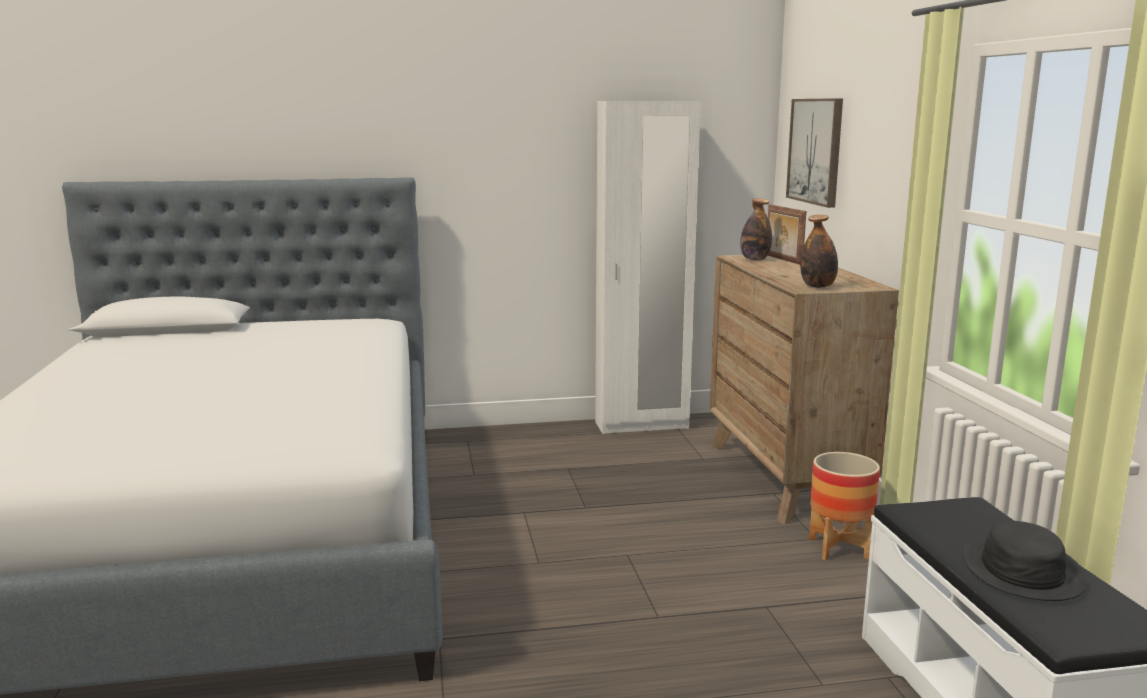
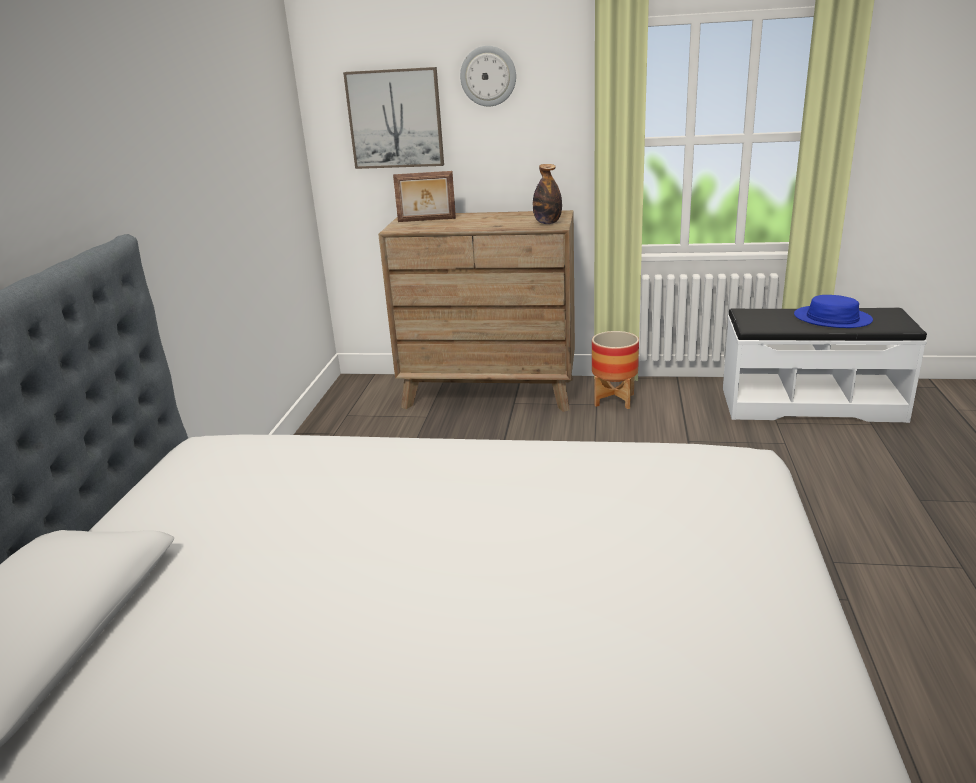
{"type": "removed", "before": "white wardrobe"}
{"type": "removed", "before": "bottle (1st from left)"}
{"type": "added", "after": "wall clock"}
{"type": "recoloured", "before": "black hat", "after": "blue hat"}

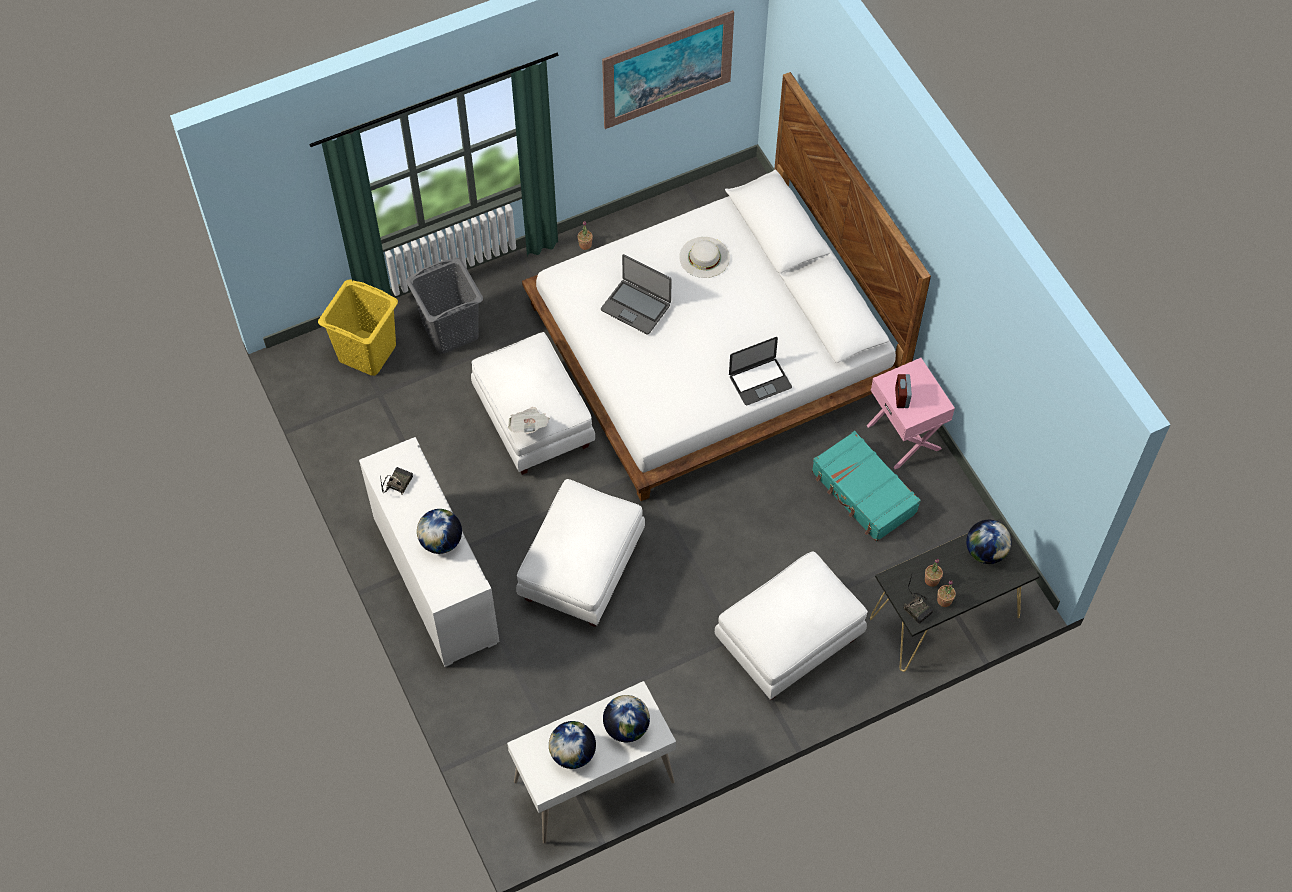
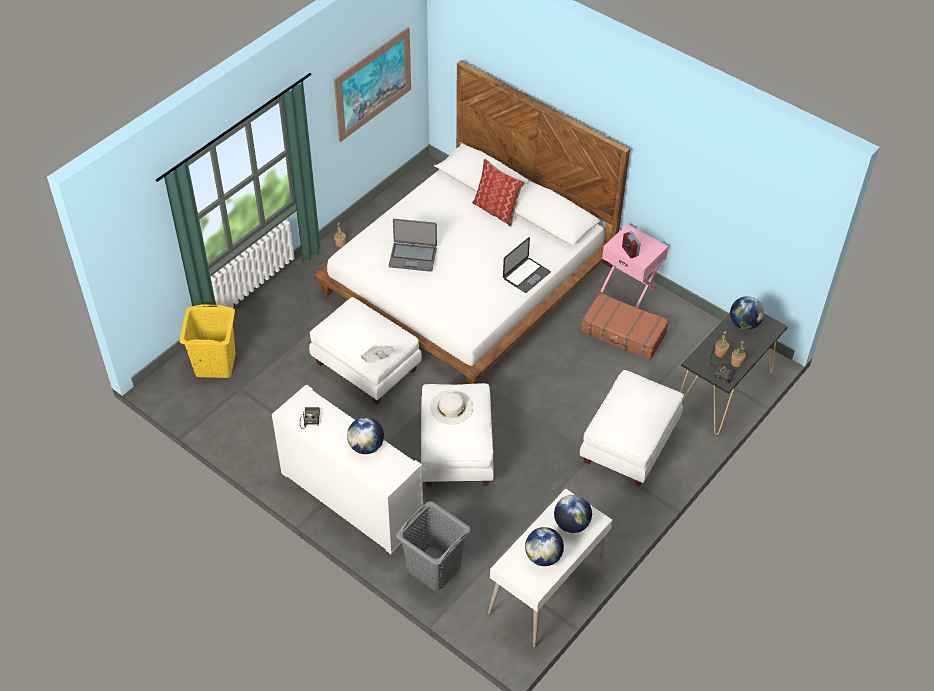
{"type": "added", "after": "pillow"}
{"type": "moved", "before": "grey laundry basket"}
{"type": "moved", "before": "white hat"}
{"type": "recoloured", "before": "turquoise suitcase", "after": "brown suitcase"}

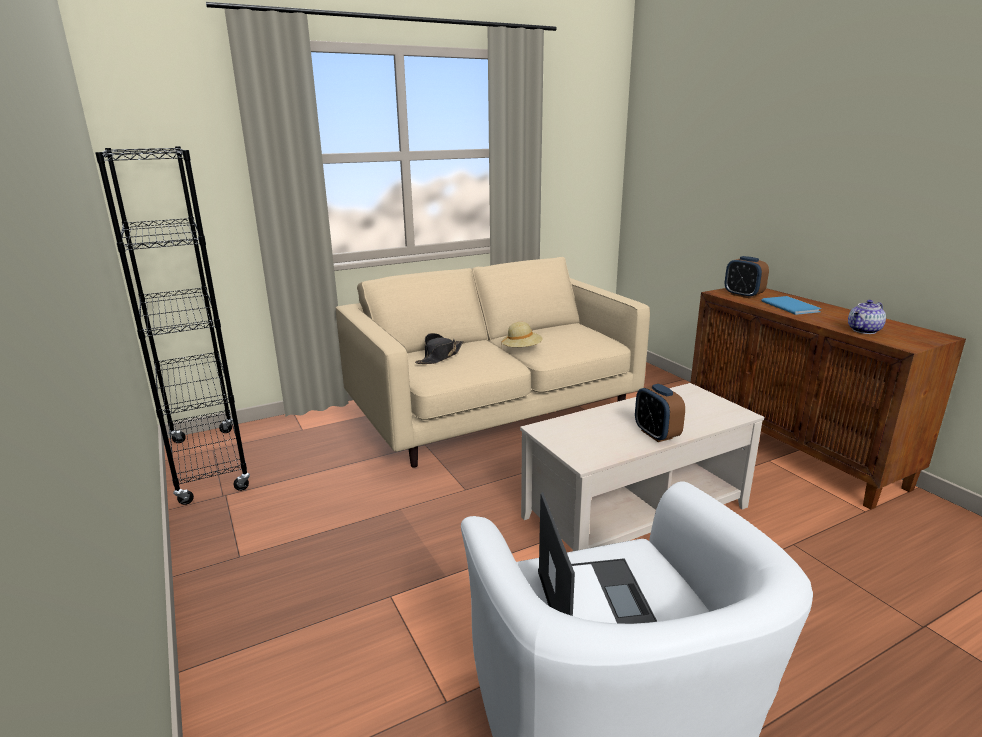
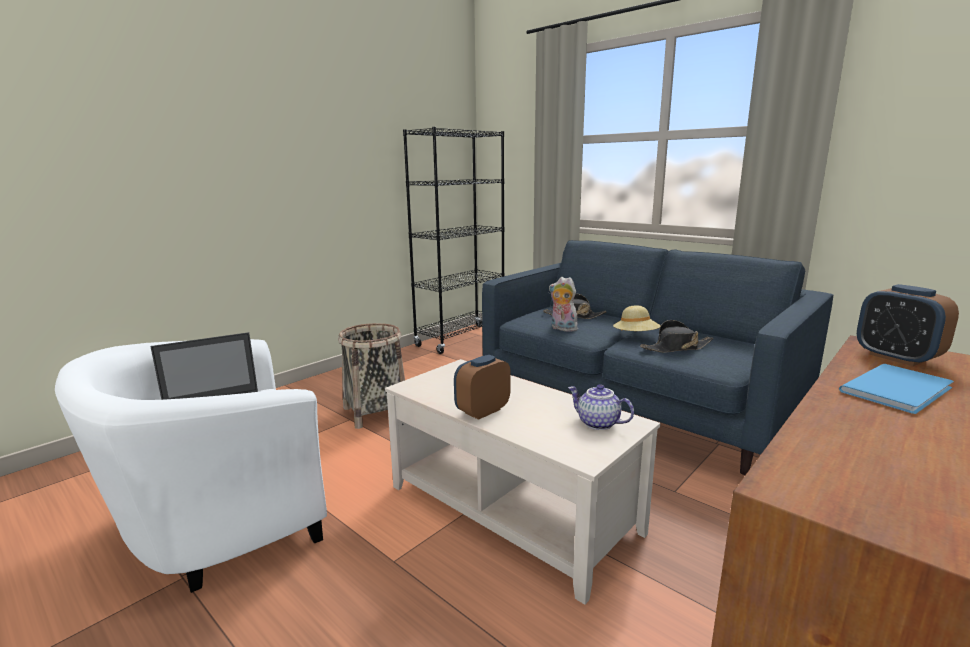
{"type": "added", "after": "basket"}
{"type": "added", "after": "plush toy"}
{"type": "added", "after": "black hat (2nd from left)"}
{"type": "moved", "before": "teapot"}
{"type": "recoloured", "before": "beige sofa", "after": "blue sofa"}
{"type": "turned", "before": "alarm clock (2nd from left)", "turn": -60}

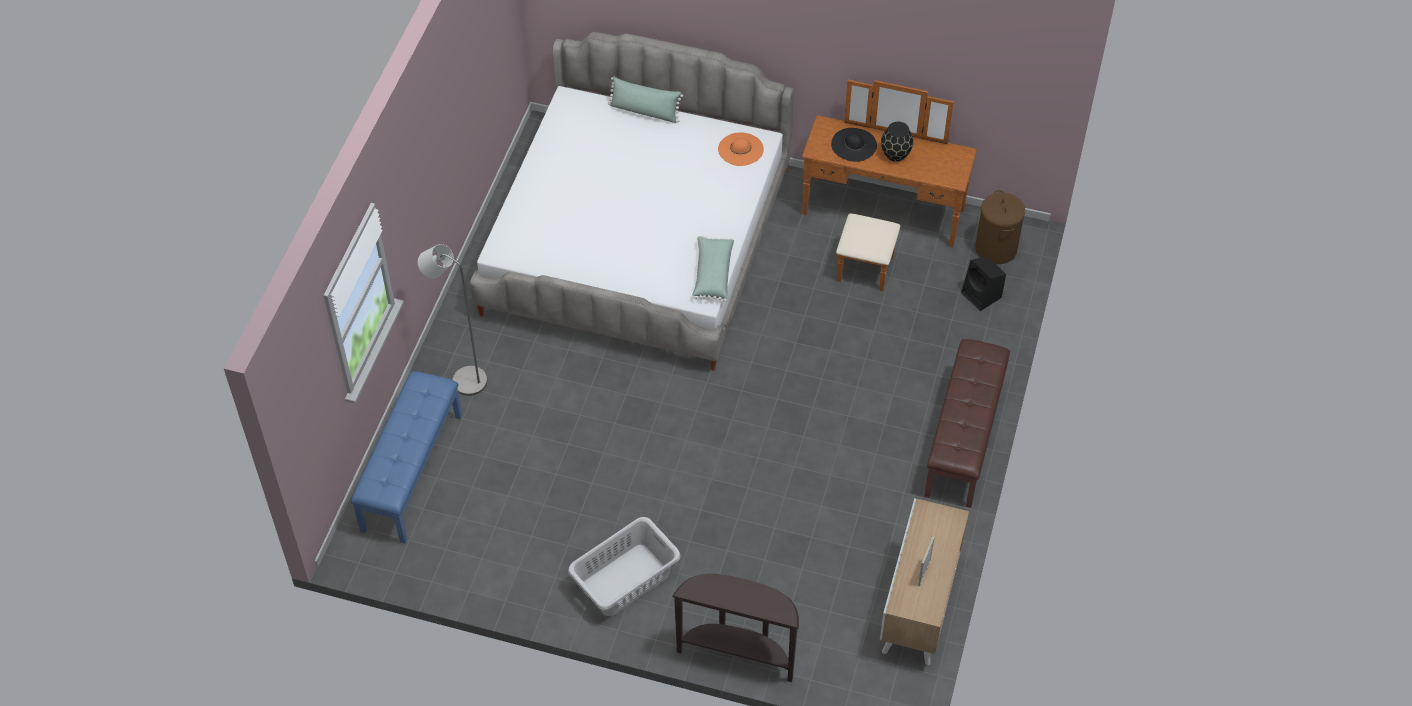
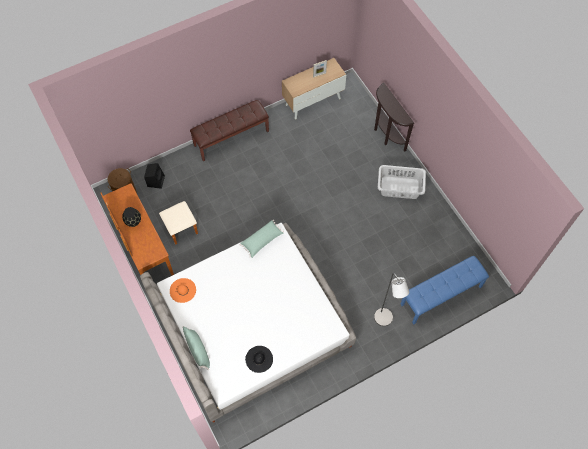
{"type": "moved", "before": "black hat"}

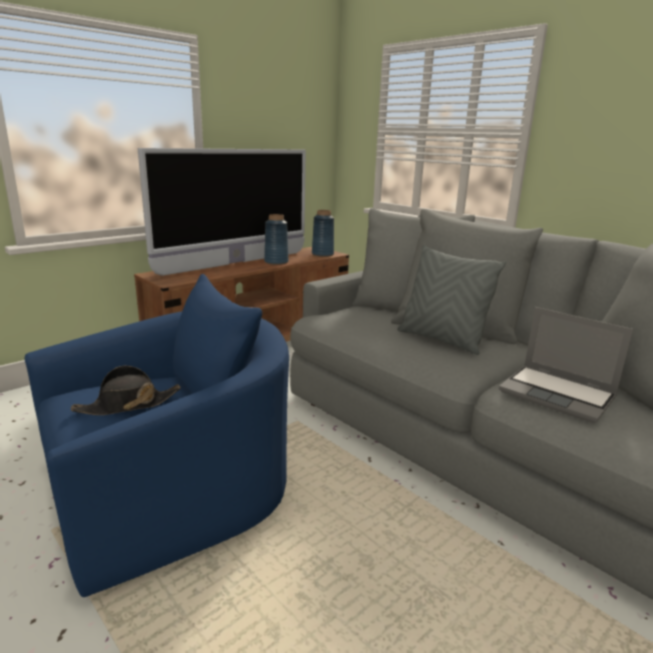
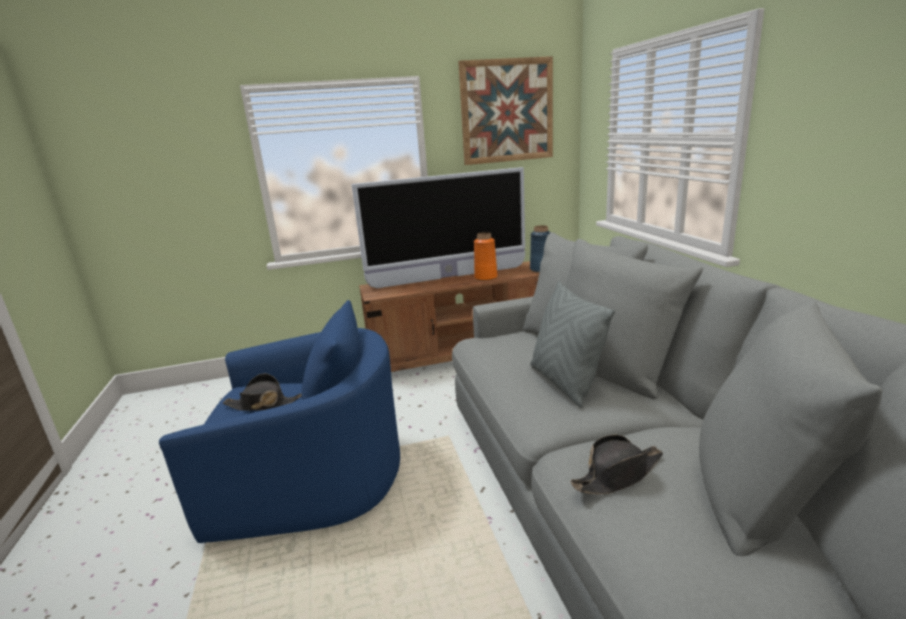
{"type": "added", "after": "picture"}
{"type": "replaced", "before": "laptop", "after": "black hat (2nd from left)"}
{"type": "recoloured", "before": "blue vase (1st from left)", "after": "orange vase"}

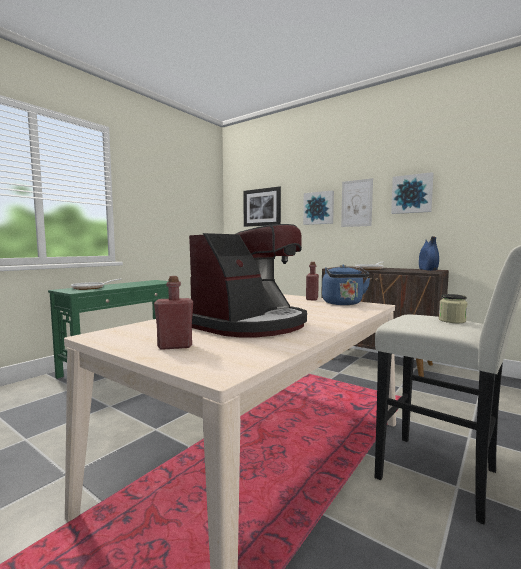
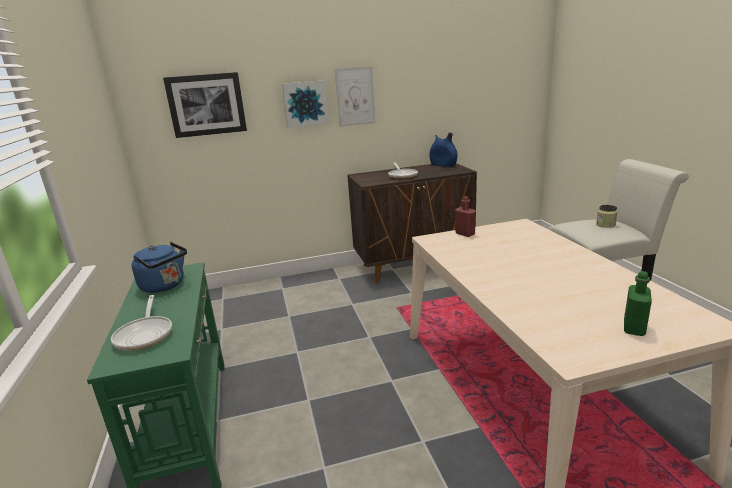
{"type": "removed", "before": "coffee machine"}
{"type": "removed", "before": "picture (4th from left)"}
{"type": "moved", "before": "blue kettle"}
{"type": "recoloured", "before": "red bottle (1st from left)", "after": "green bottle"}

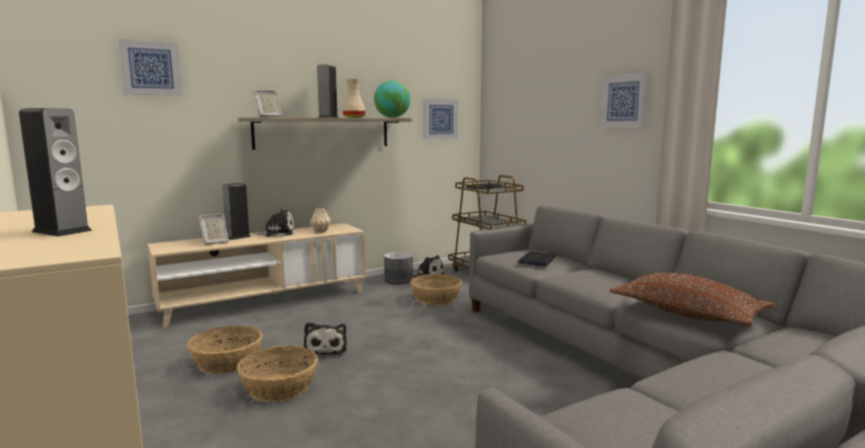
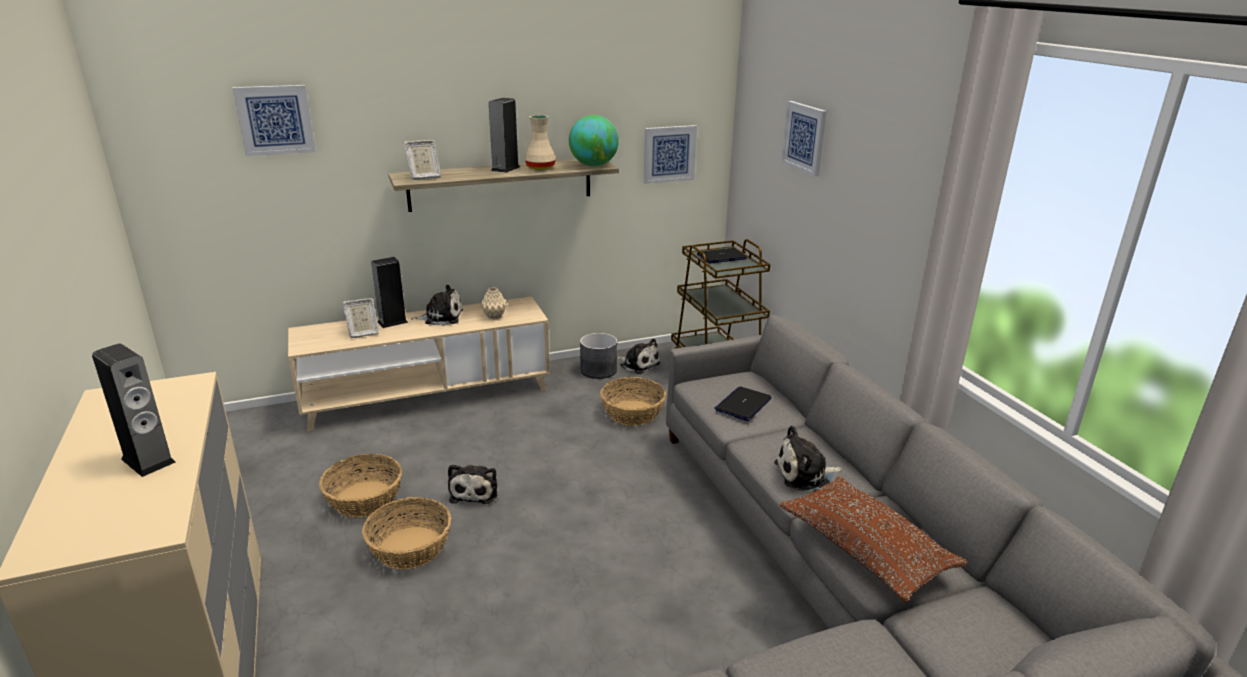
{"type": "added", "after": "plush toy (4th from left)"}
{"type": "moved", "before": "picture (3rd from left)"}

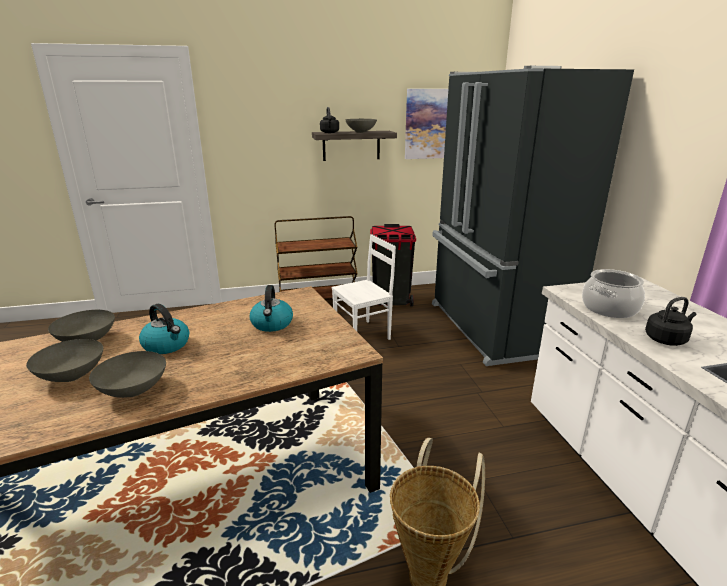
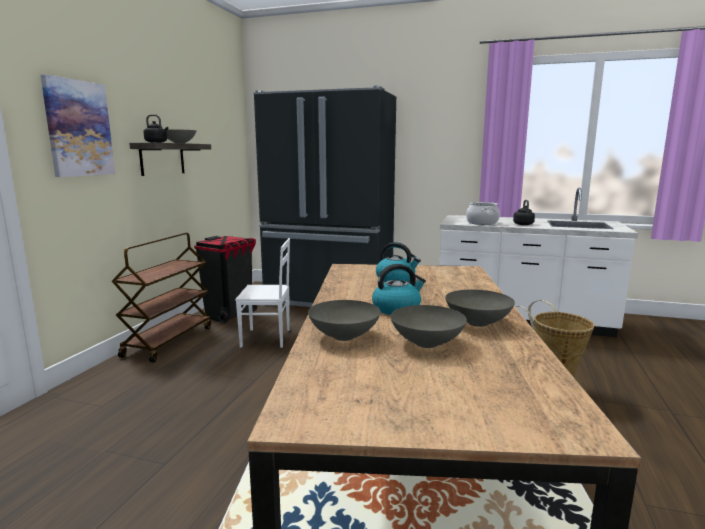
{"type": "moved", "before": "picture"}
{"type": "turned", "before": "white chair", "turn": 90}

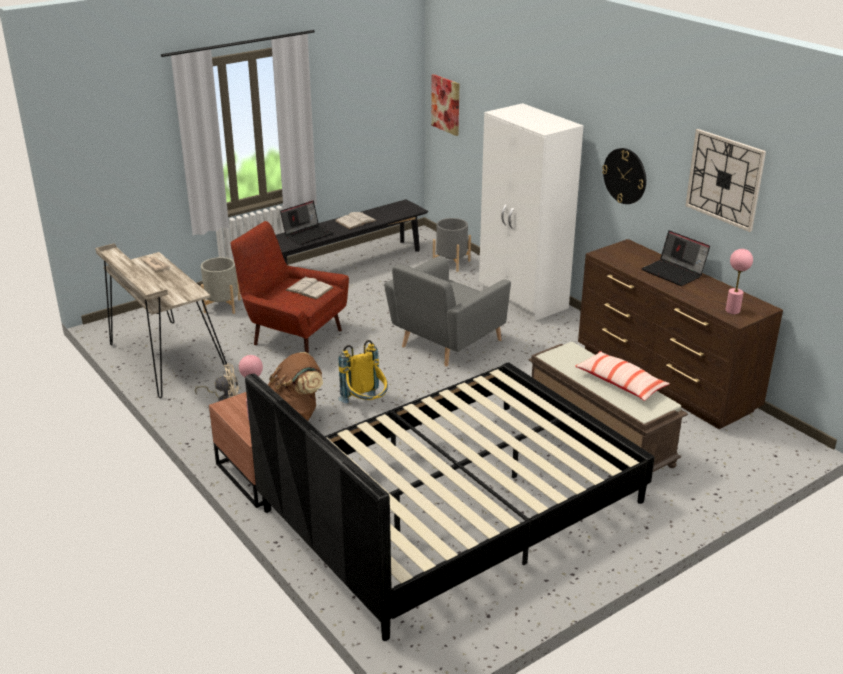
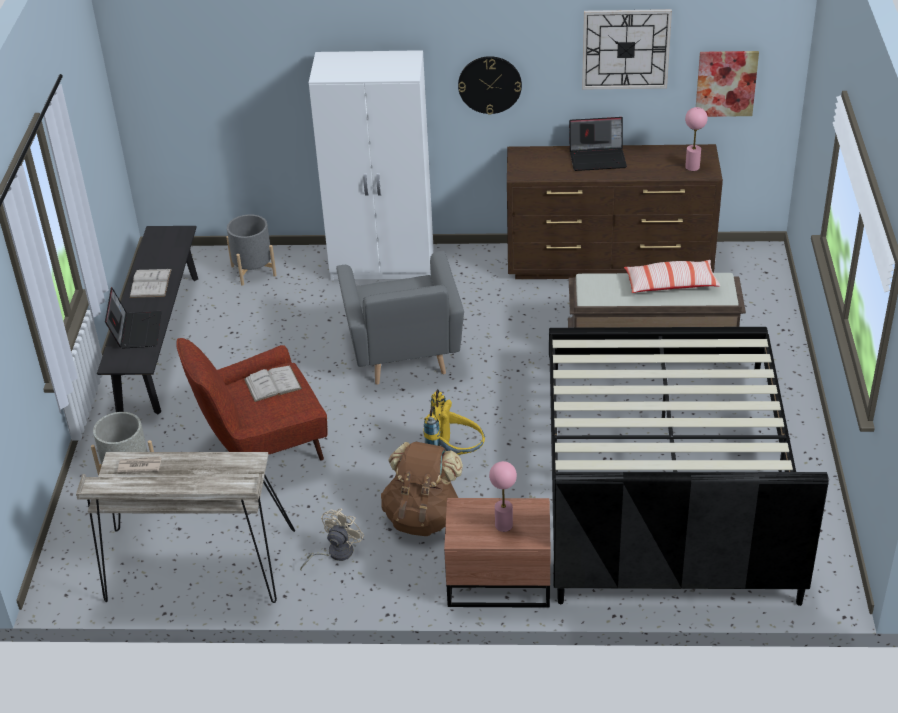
{"type": "moved", "before": "picture"}

